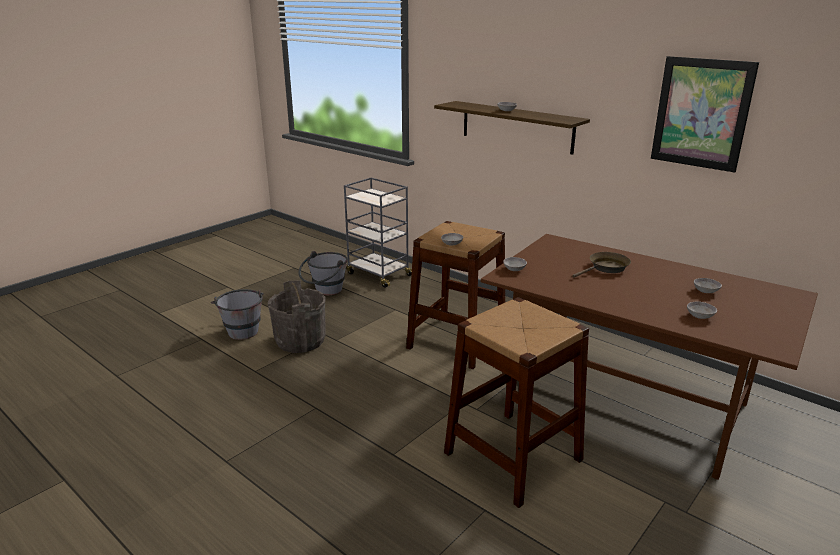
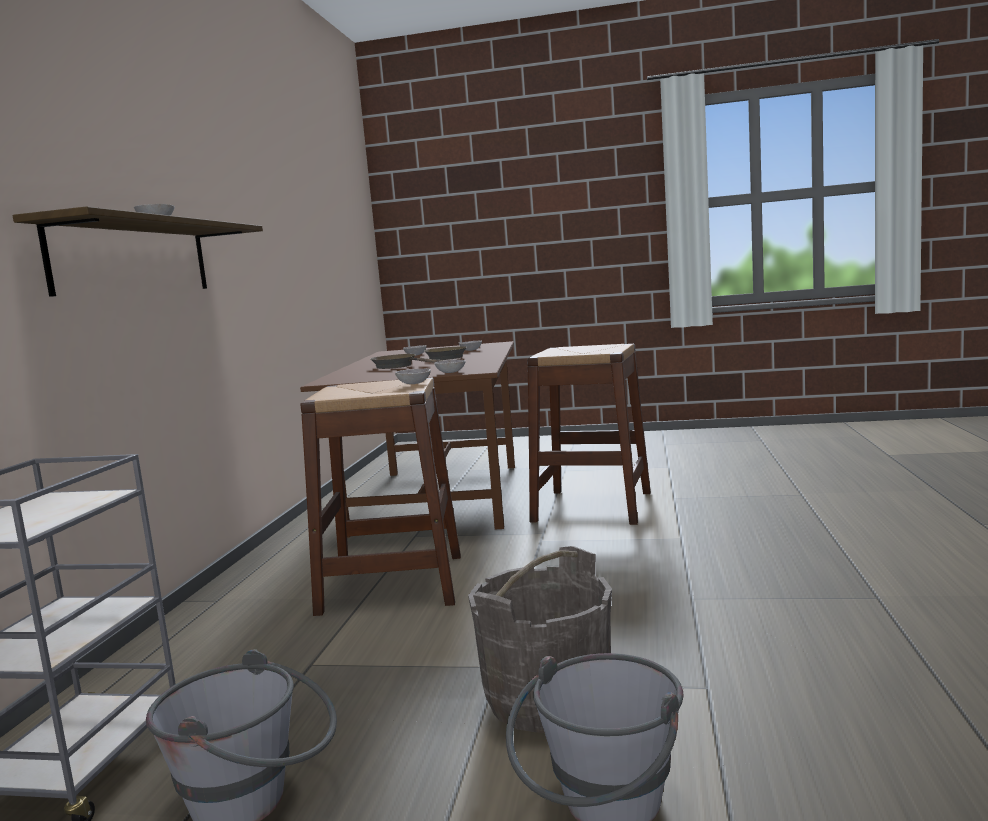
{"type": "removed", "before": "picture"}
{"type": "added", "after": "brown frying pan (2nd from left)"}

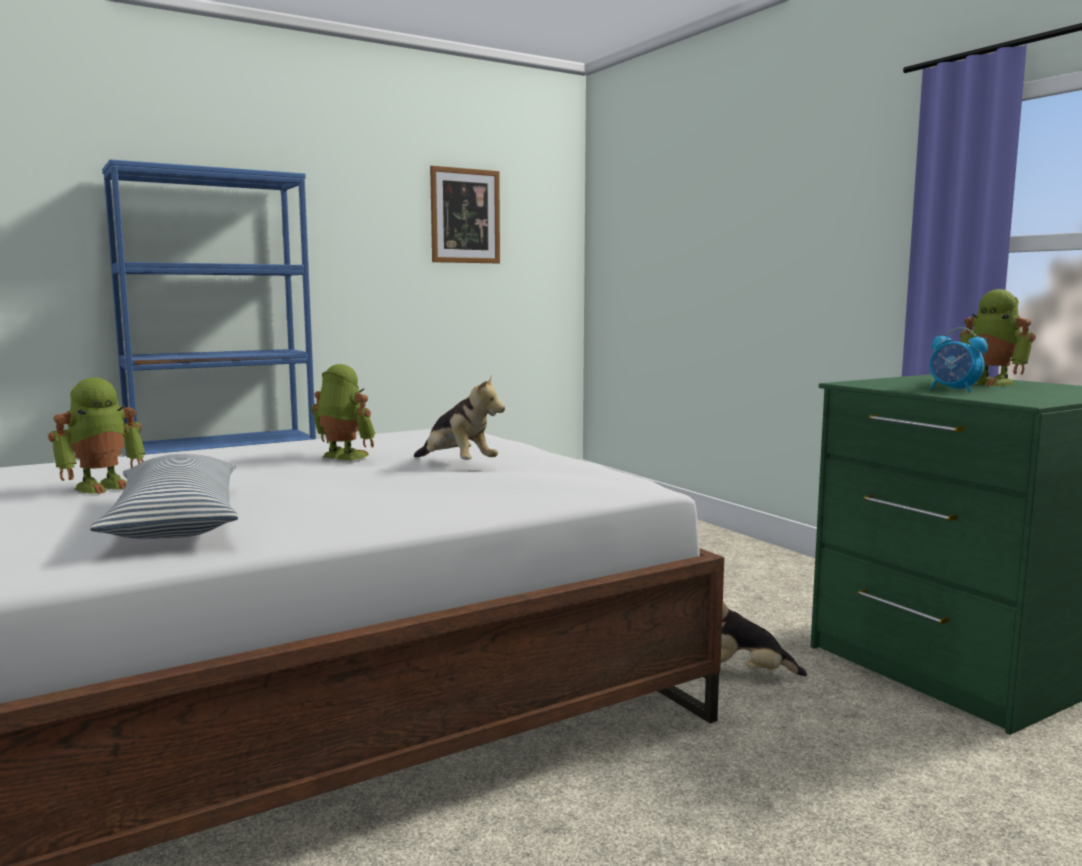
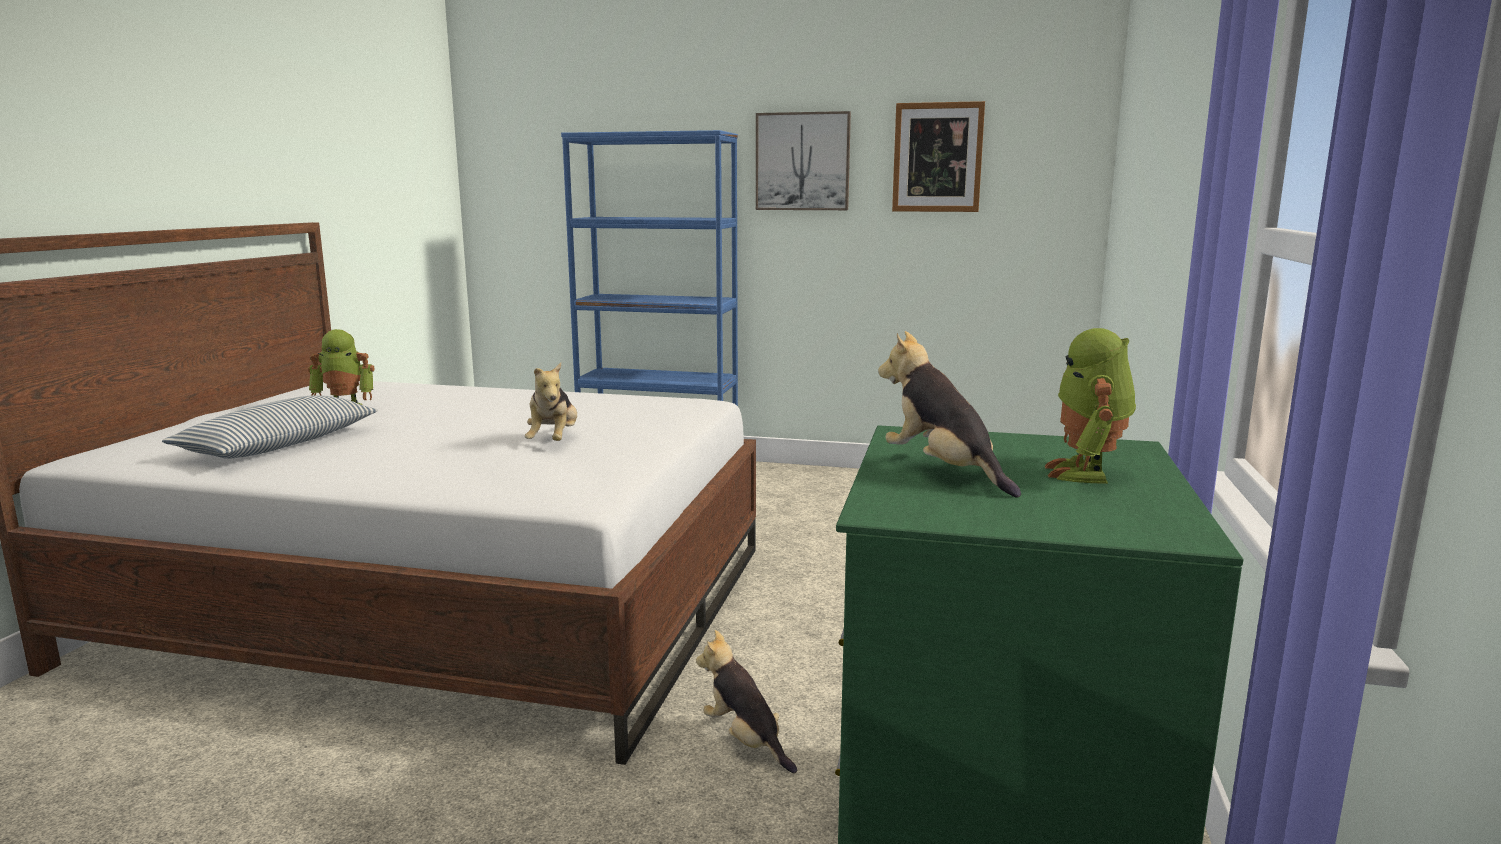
{"type": "removed", "before": "toy robot (2nd from left)"}
{"type": "added", "after": "picture (1st from left)"}
{"type": "replaced", "before": "alarm clock", "after": "plush toy (3rd from left)"}

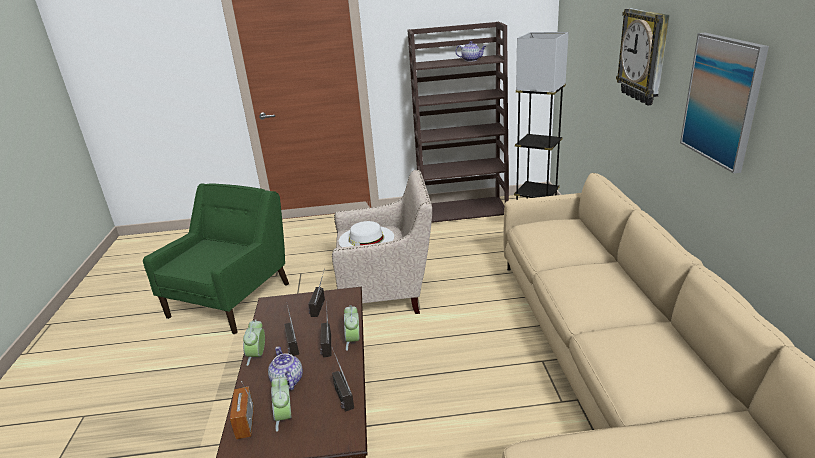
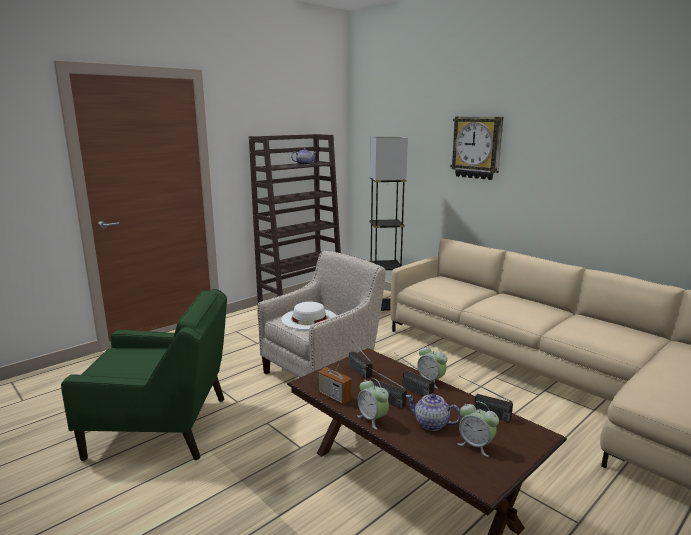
{"type": "removed", "before": "picture"}
{"type": "moved", "before": "radio (1st from left)"}
{"type": "turned", "before": "green armchair", "turn": 105}

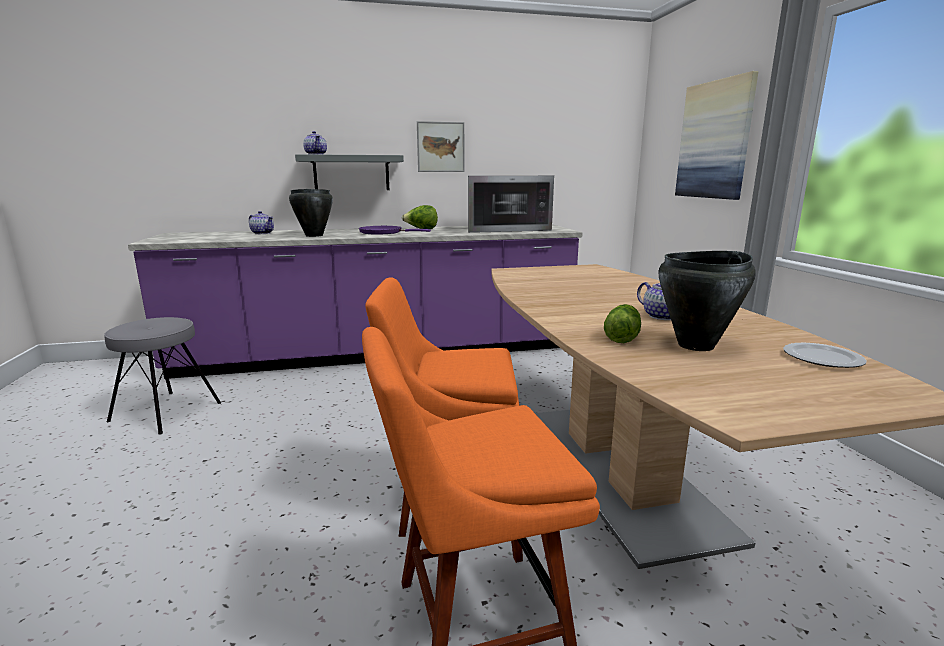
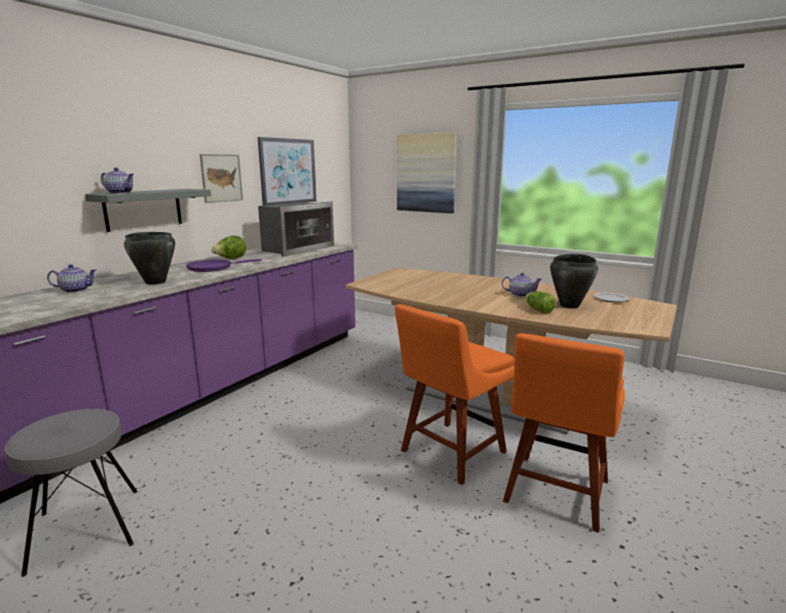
{"type": "added", "after": "picture (2nd from left)"}

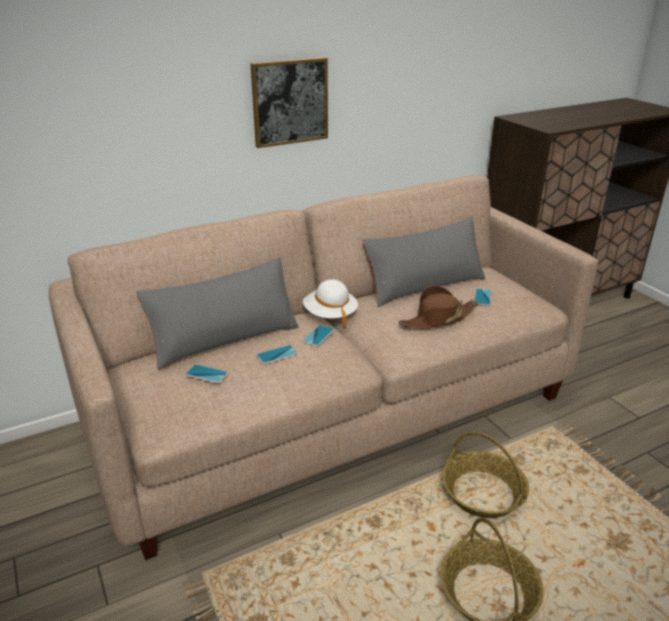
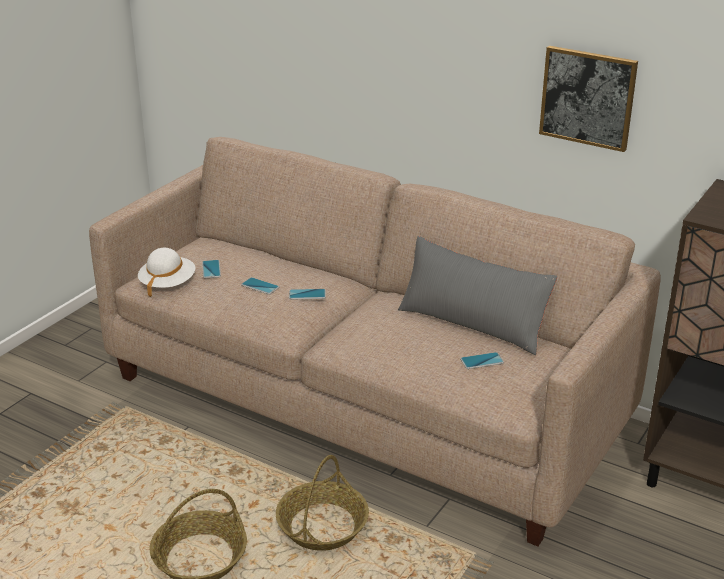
{"type": "removed", "before": "grey pillow (1st from left)"}
{"type": "removed", "before": "brown hat"}
{"type": "moved", "before": "picture"}
{"type": "moved", "before": "white hat"}

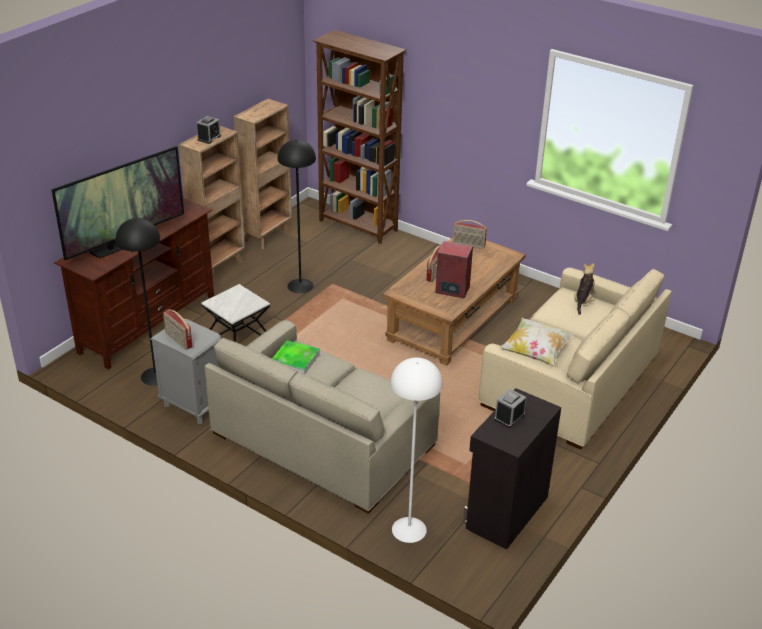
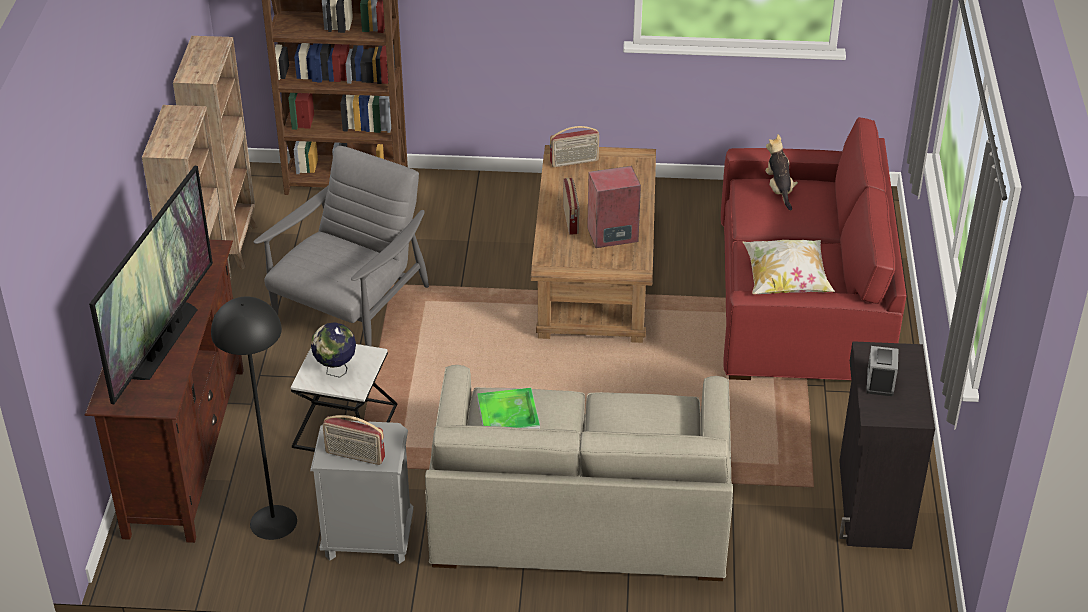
{"type": "removed", "before": "alarm clock (1st from left)"}
{"type": "removed", "before": "white floor lamp"}
{"type": "added", "after": "globe"}
{"type": "replaced", "before": "black floor lamp (2nd from left)", "after": "grey armchair"}
{"type": "recoloured", "before": "beige sofa (2nd from left)", "after": "red sofa"}

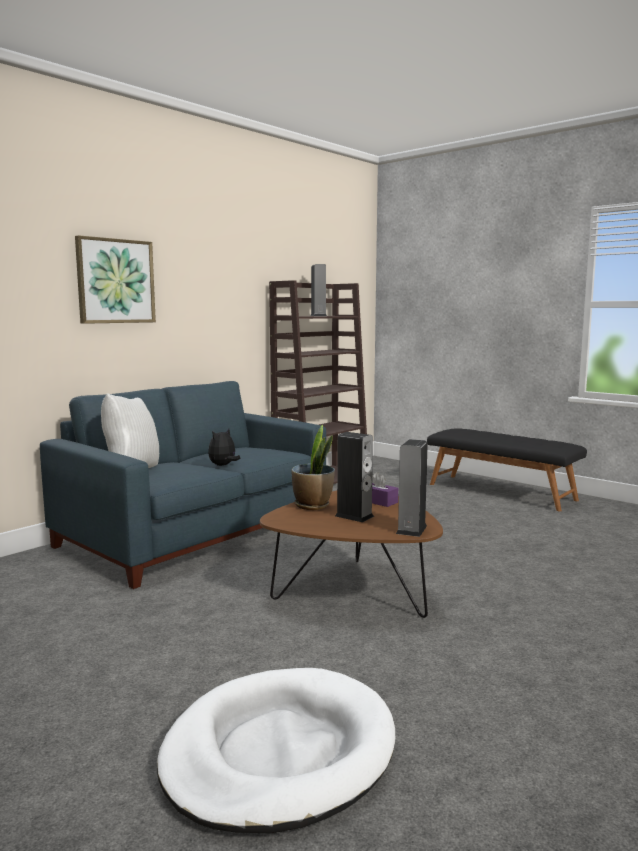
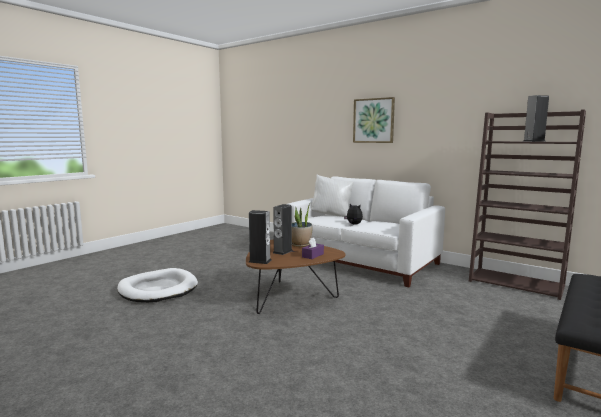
{"type": "recoloured", "before": "blue sofa", "after": "white sofa"}

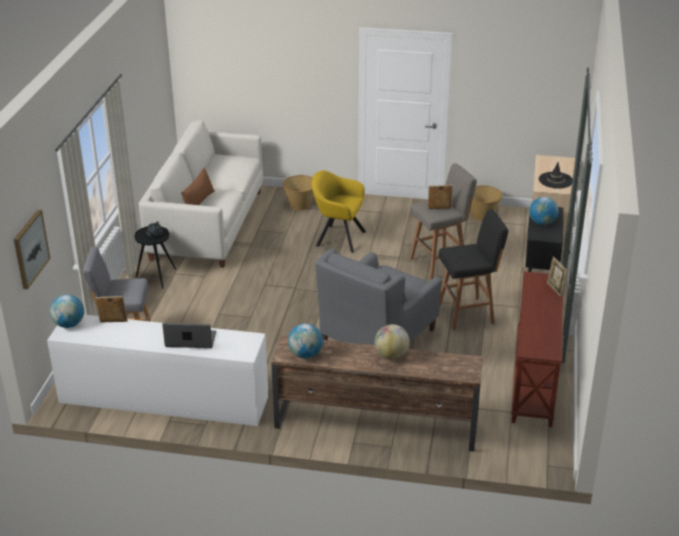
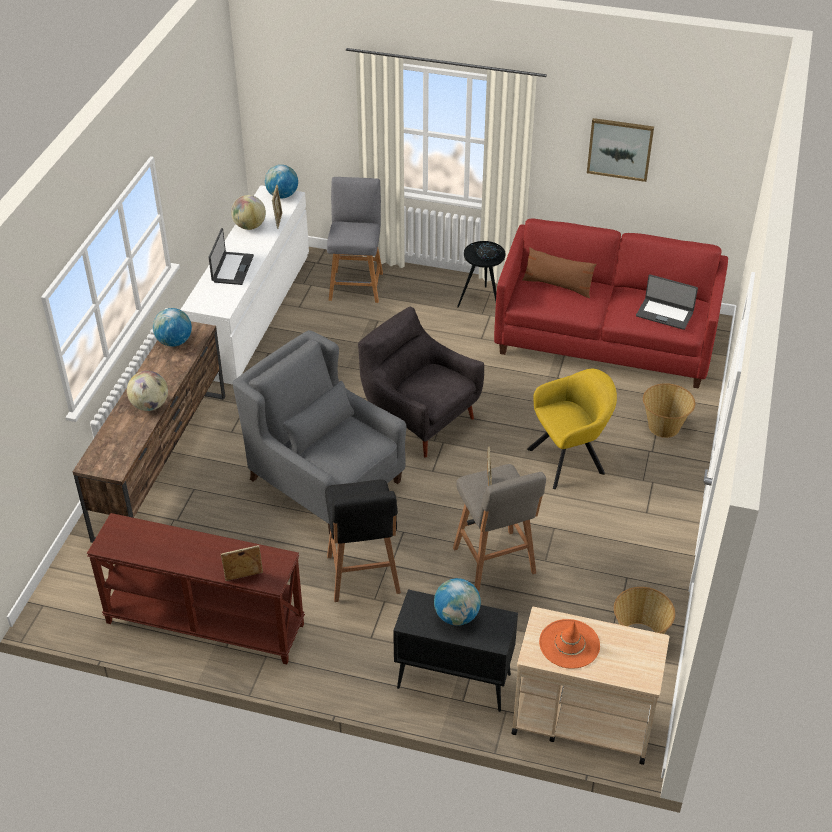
{"type": "added", "after": "globe (3rd from left)"}
{"type": "added", "after": "grey armchair (2nd from left)"}
{"type": "added", "after": "laptop (2nd from left)"}
{"type": "moved", "before": "picture"}
{"type": "recoloured", "before": "white sofa", "after": "red sofa"}
{"type": "recoloured", "before": "black hat", "after": "orange hat"}
{"type": "turned", "before": "yellow armchair", "turn": 45}

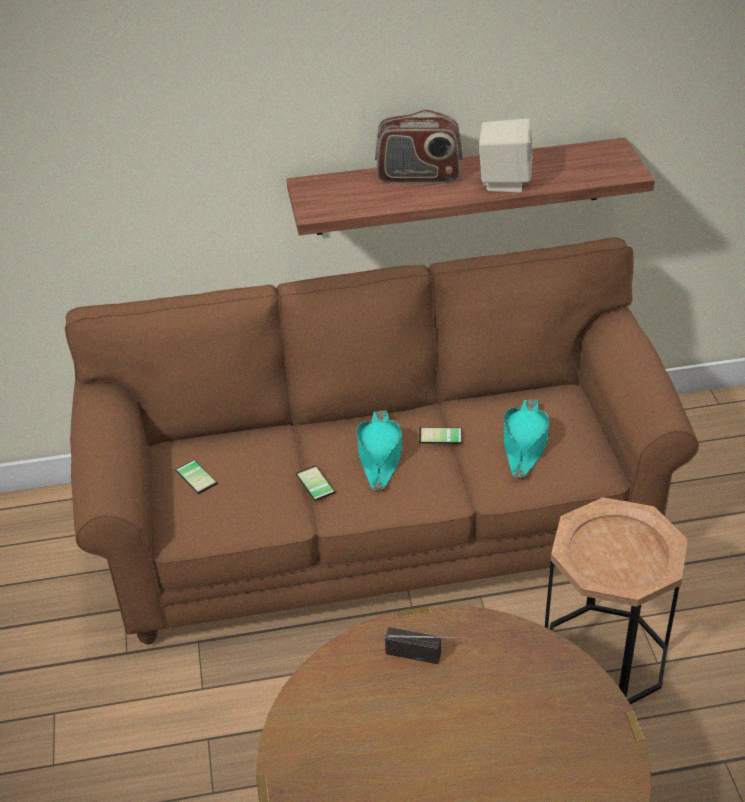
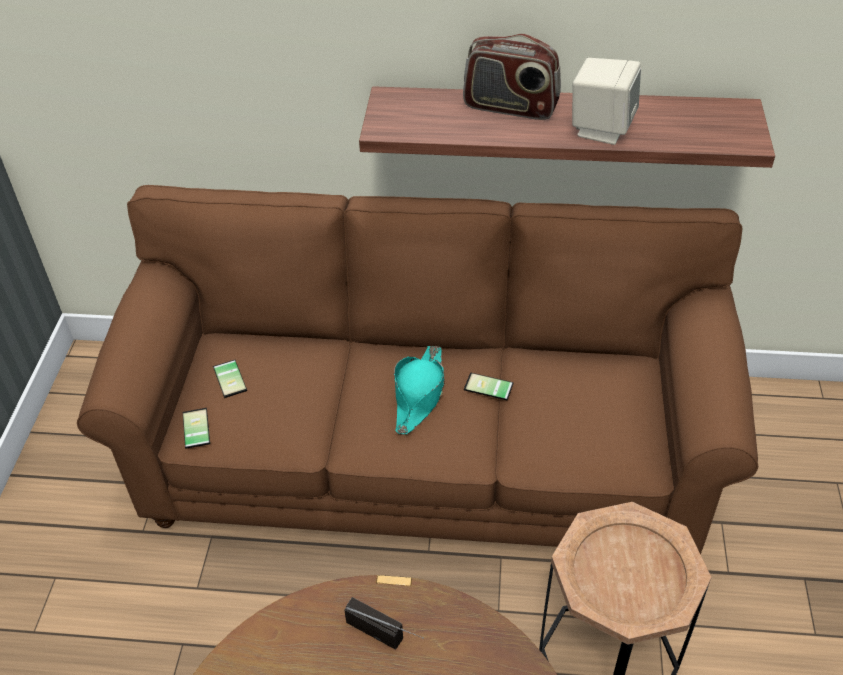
{"type": "removed", "before": "turquoise hat (2nd from left)"}
{"type": "moved", "before": "phone (2nd from left in the first image)", "after": "phone (1st from left)"}

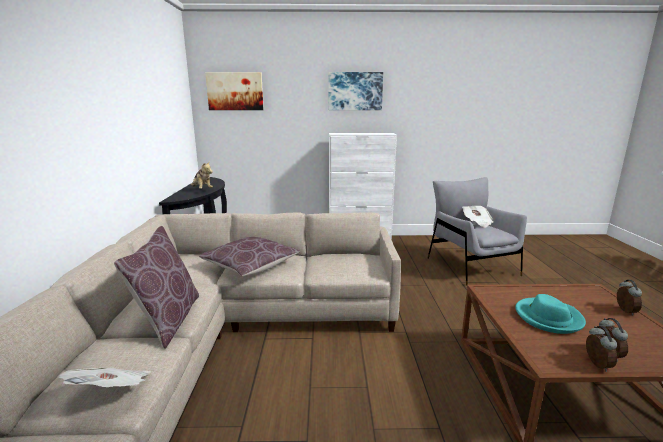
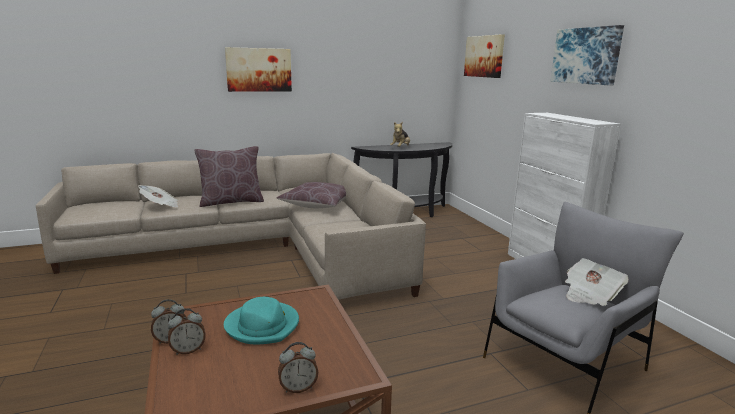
{"type": "added", "after": "picture (1st from left)"}

